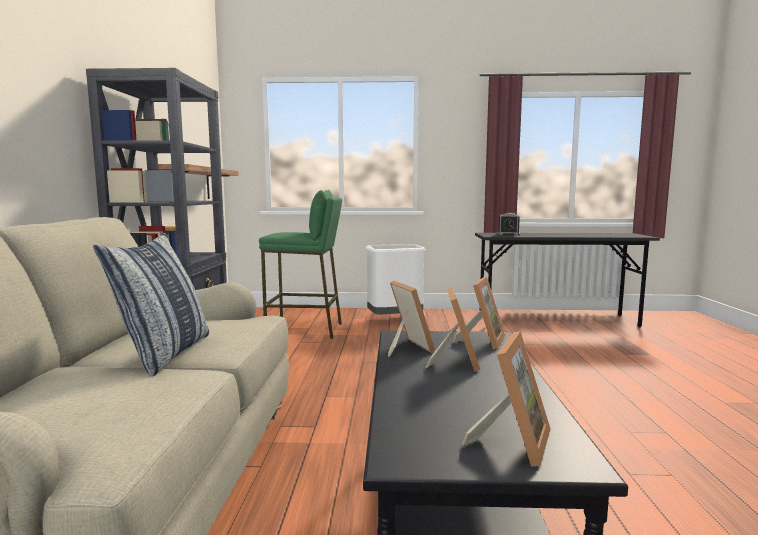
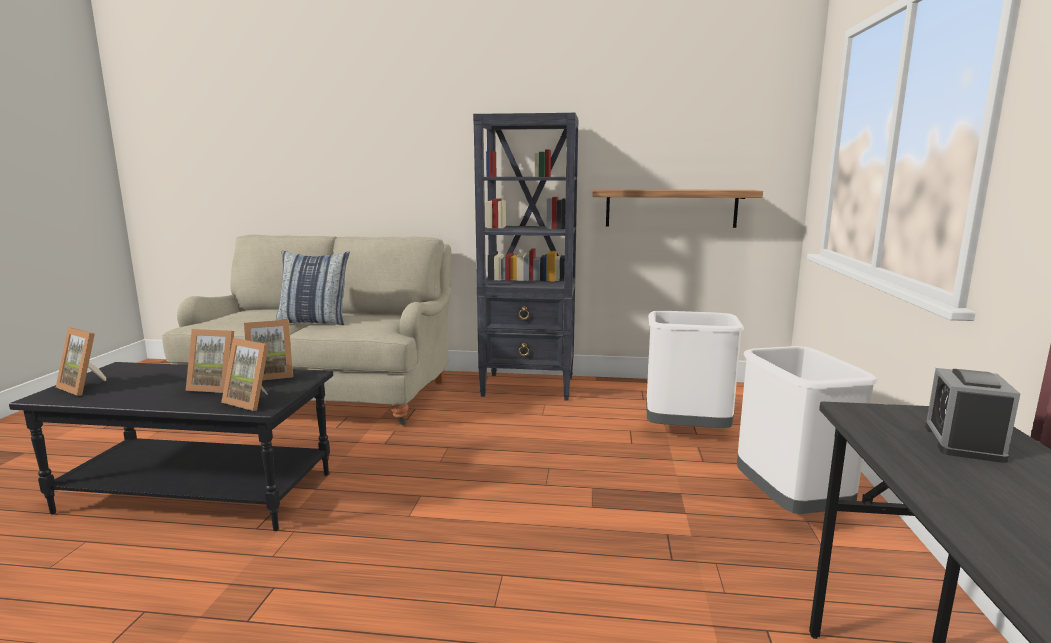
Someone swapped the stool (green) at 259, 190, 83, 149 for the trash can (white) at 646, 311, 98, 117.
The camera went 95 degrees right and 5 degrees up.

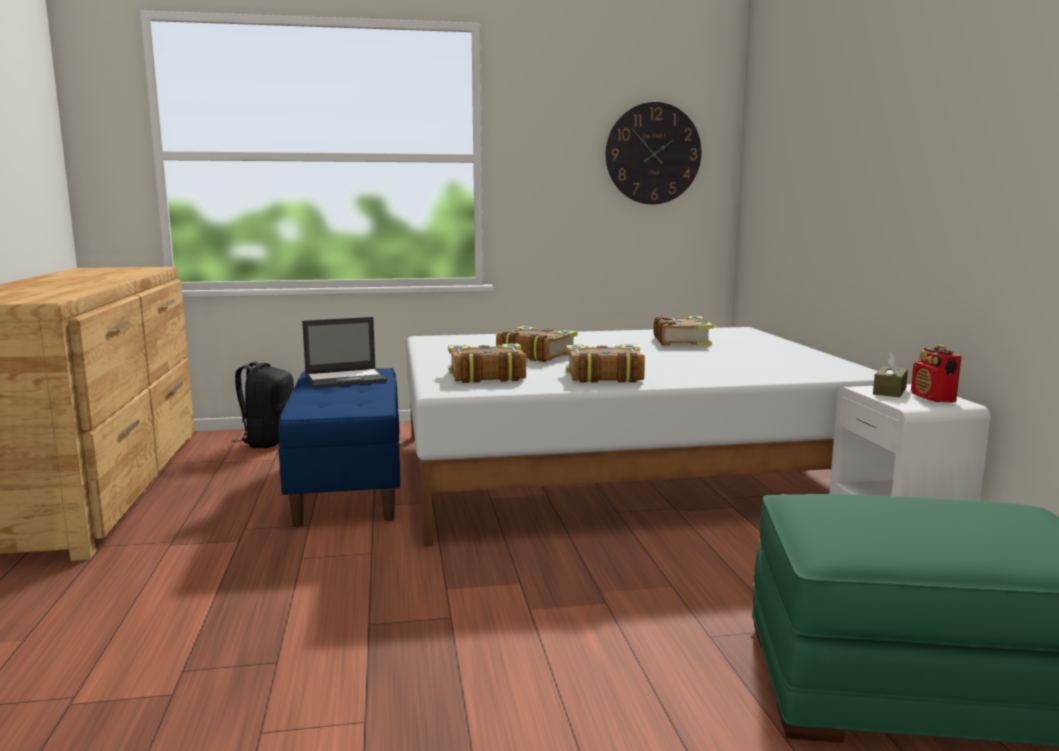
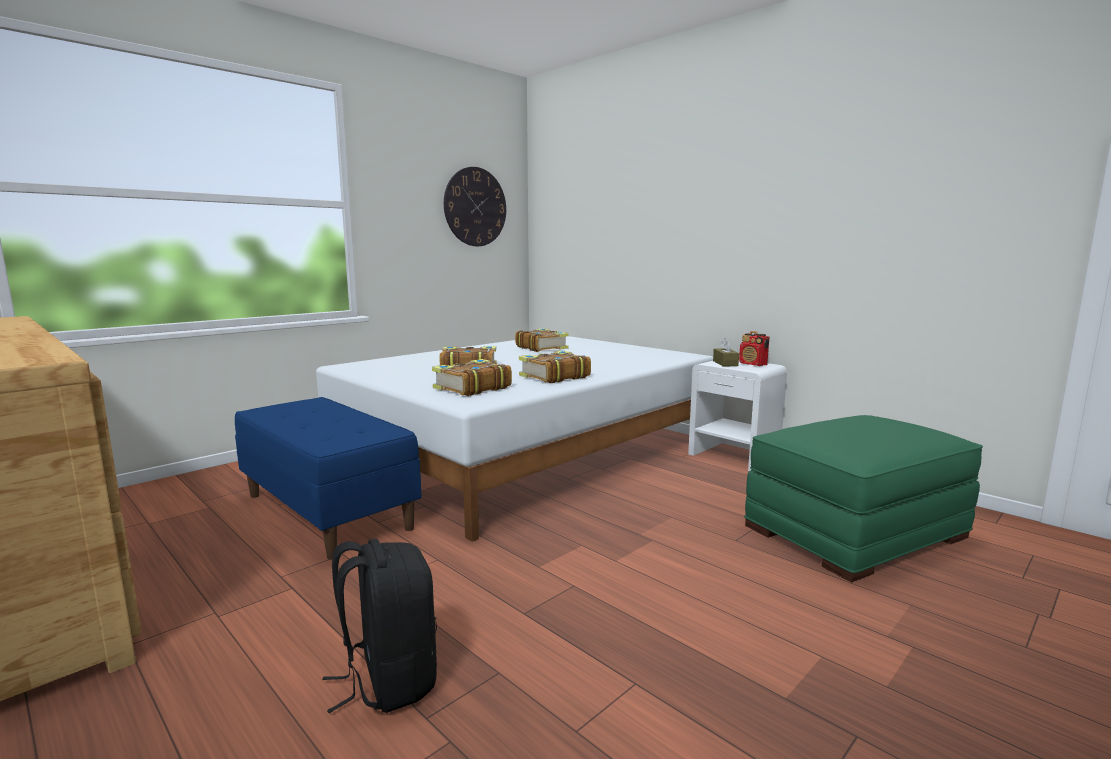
Someone carried the backpack (black) from 232, 362, 62, 86 to 322, 539, 115, 174.
Someone took away the laptop at 302, 317, 85, 71.
The camera went 35 degrees left and 0 degrees up.

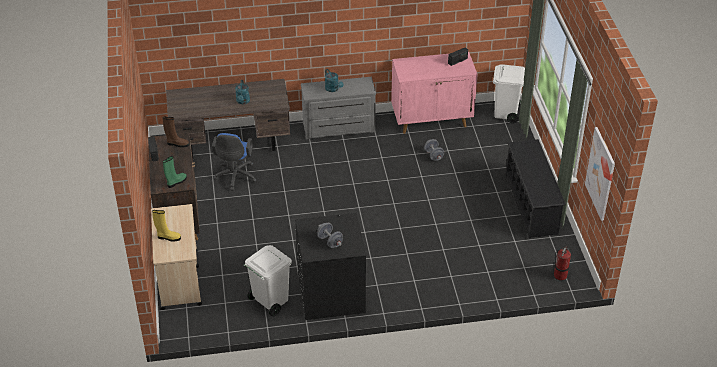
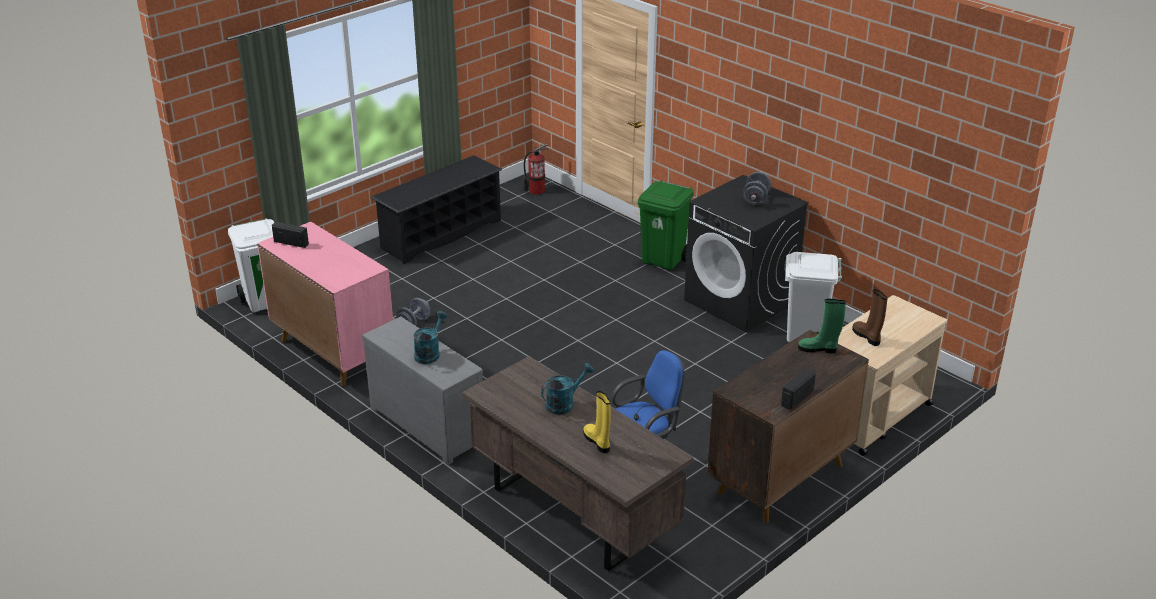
Someone carried the boot (yellow) from 152, 210, 29, 32 to 583, 391, 27, 62.
Someone carried the boot (brown) from 162, 117, 27, 30 to 852, 289, 36, 57.
Someone took away the picture at 585, 127, 30, 94.
Someone put down the trash can (green) at 638, 181, 56, 89.
The camera went 125 degrees left and 10 degrees down.

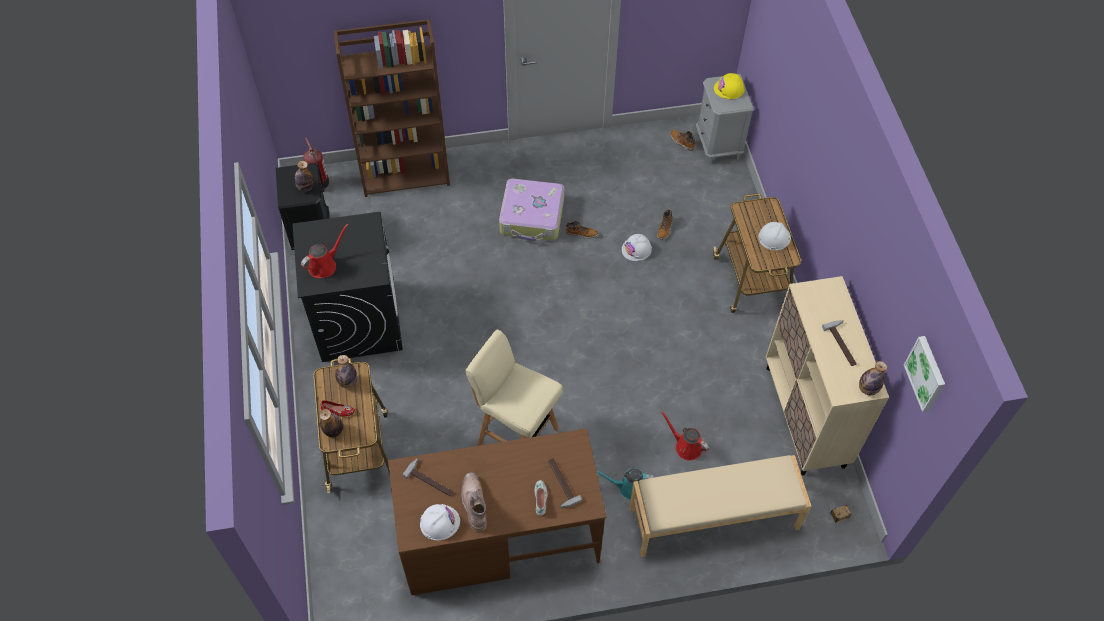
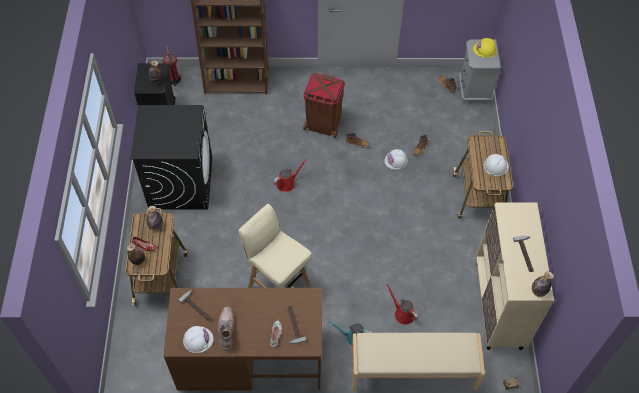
Someone carried the watering can (red) from 301, 224, 47, 54 to 273, 159, 35, 33.
Someone swapped the suitcase at 499, 178, 65, 64 for the trash can (brown) at 303, 73, 42, 65.
Someone took away the picture at 904, 336, 41, 76.
The camera went 10 degrees right and 0 degrees up.

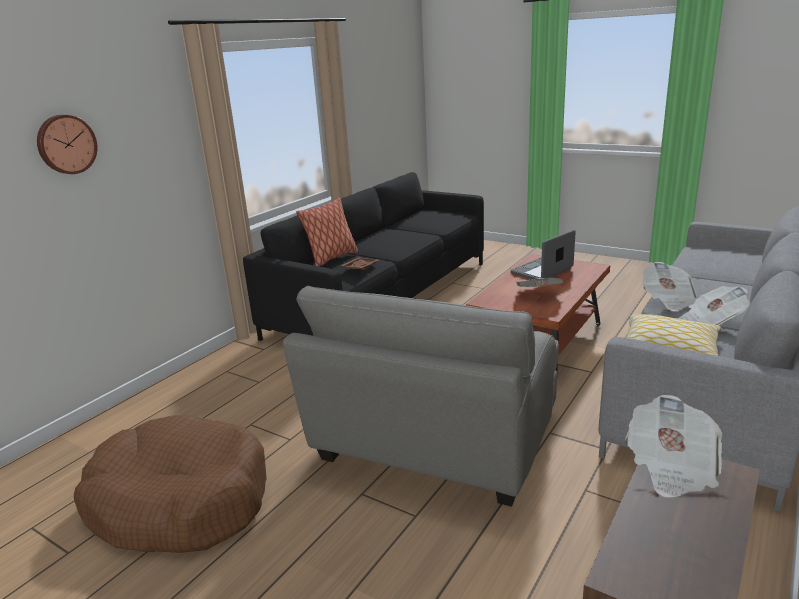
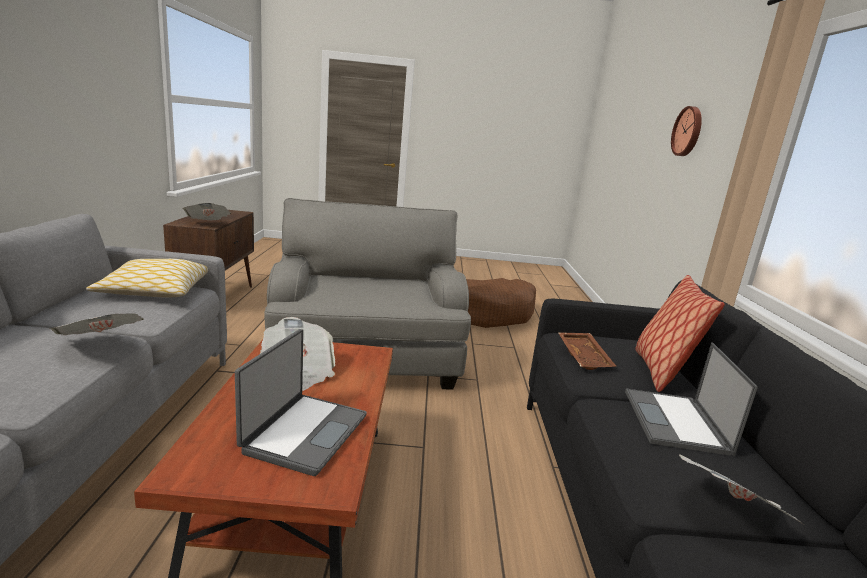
Someone carried the newspaper from 678, 286, 72, 39 to 679, 454, 124, 70.
Someone put down the laptop at 625, 342, 133, 114.
The camera went 145 degrees right and 5 degrees down.

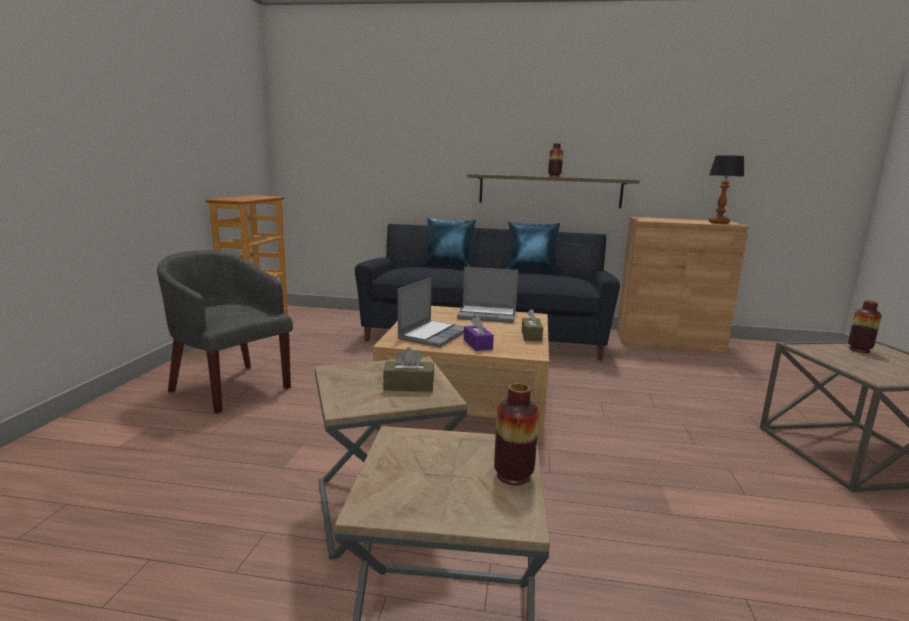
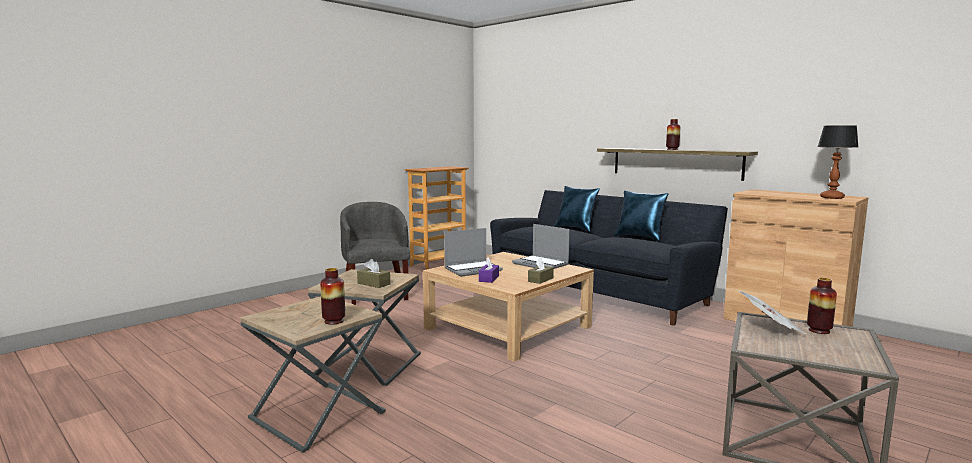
Someone put down the newspaper at 739, 291, 69, 44.
The camera went 35 degrees right and 5 degrees down.

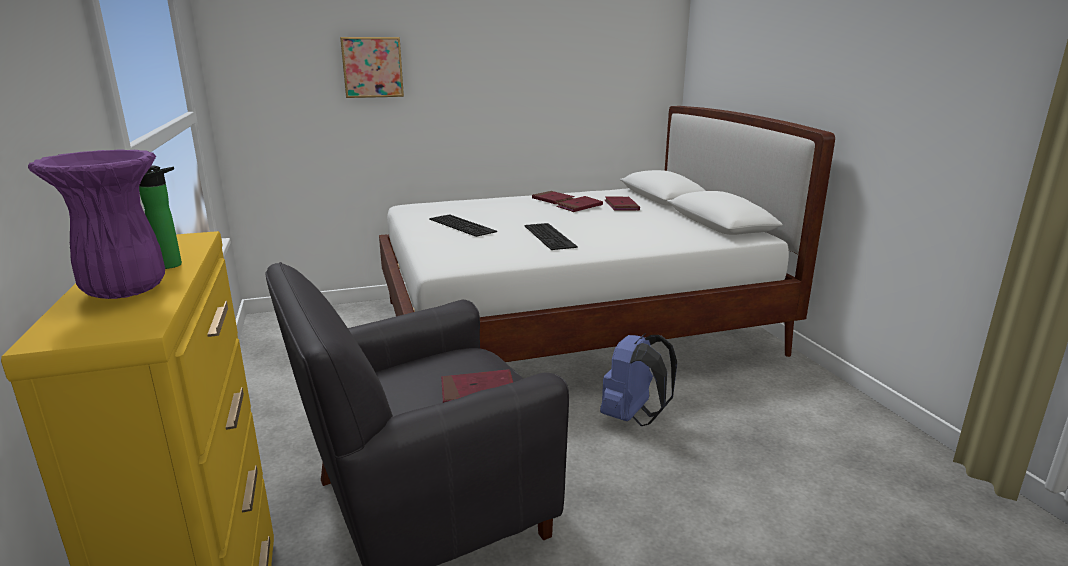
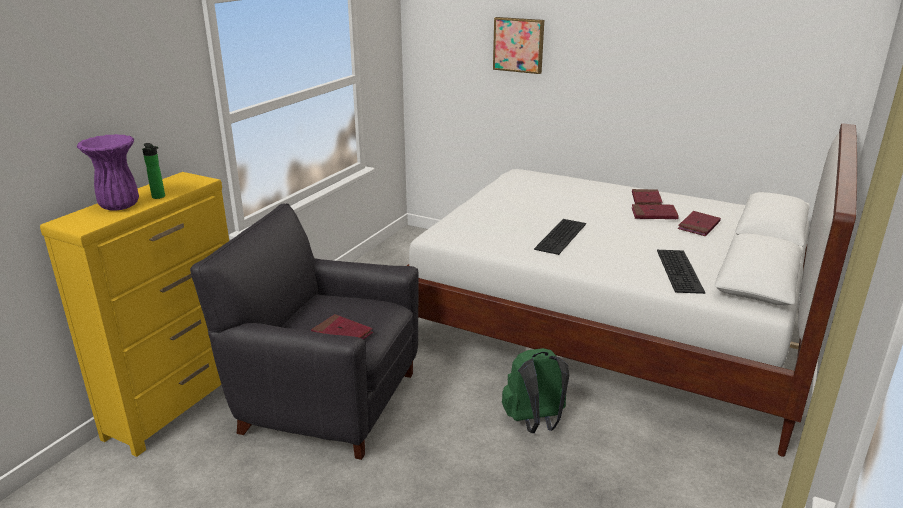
Someone carried the keyboard from 429, 214, 68, 23 to 657, 250, 48, 44.
Someone repainted the backpack (blue) at 600, 333, 77, 93, which became the backpack (green) at 502, 348, 67, 85.
The camera went 45 degrees right and 5 degrees up.

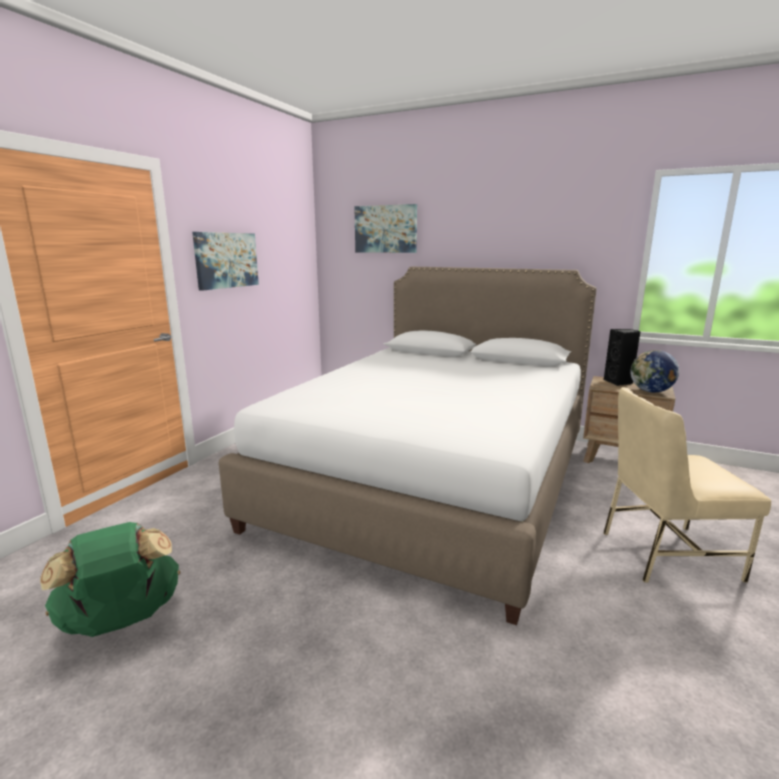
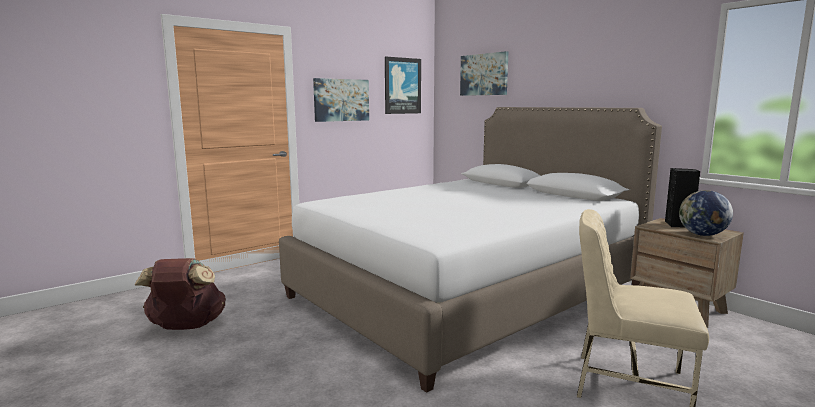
Someone repainted the backpack (green) at 40, 522, 140, 115, which became the backpack (brown) at 135, 258, 91, 72.
Someone put up the picture at 385, 56, 36, 58.
The camera went 25 degrees right and 5 degrees down.

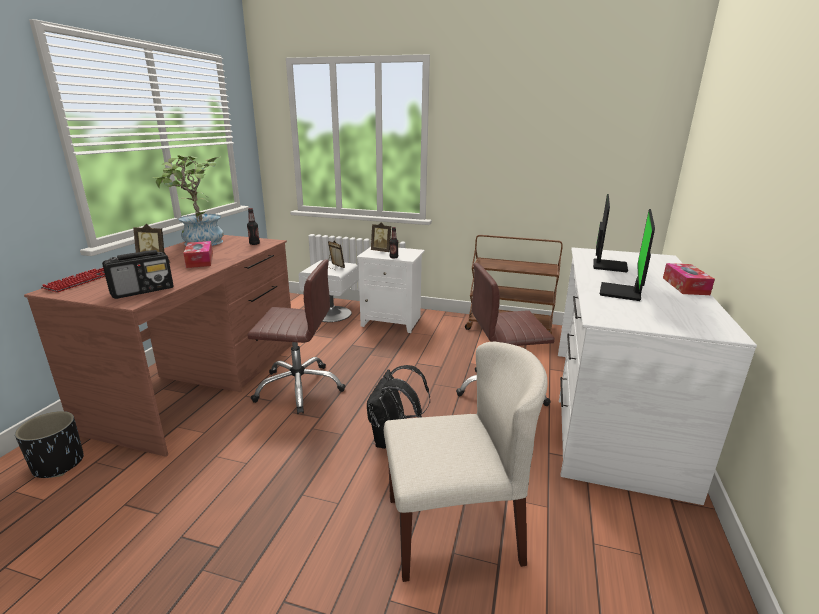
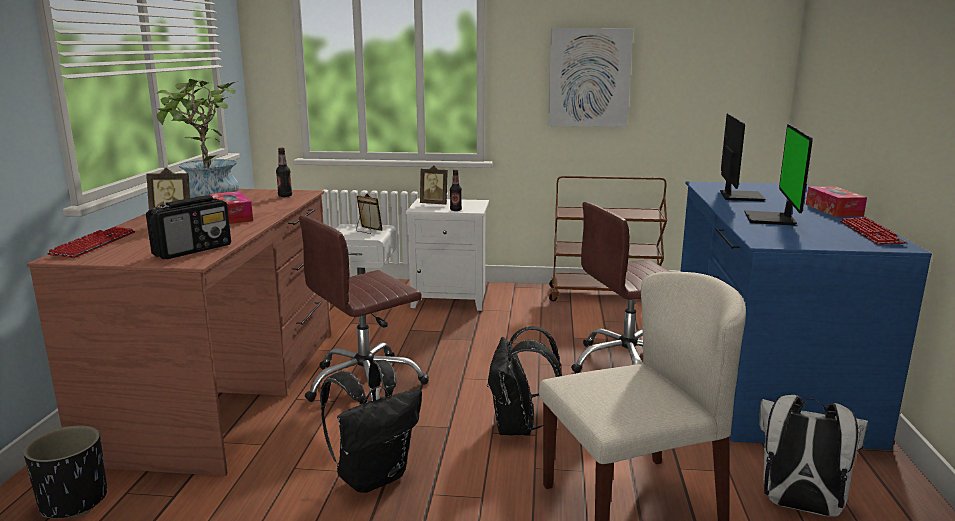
Someone rotated the office chair (brown) at 247, 259, 99, 155 by 150 degrees clockwise.
Someone repainted the desk (white) at 558, 247, 199, 258, which became the desk (blue) at 680, 182, 252, 268.
Someone put down the backpack (black) at 320, 360, 102, 133.
Someone put up the picture at 548, 28, 85, 99.
Someone put down the backpack (white) at 759, 395, 109, 121.
Someone put down the keyboard at 840, 217, 66, 28.
The camera went 10 degrees left and 5 degrees down.

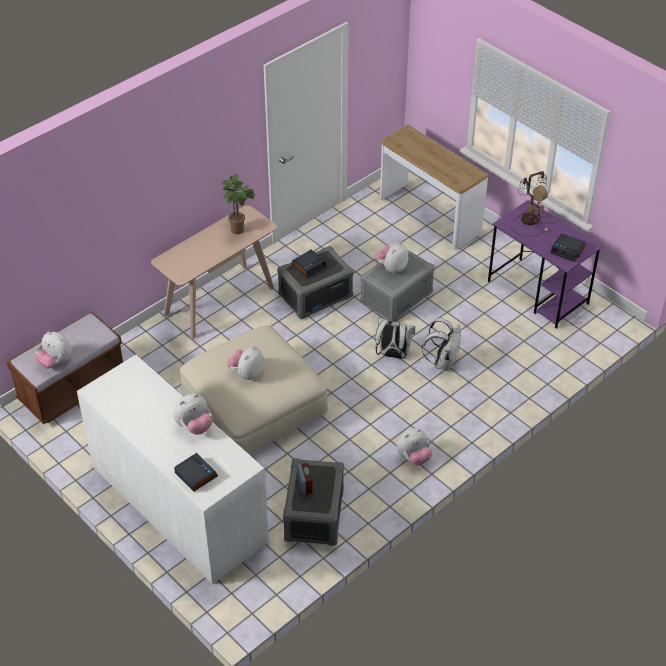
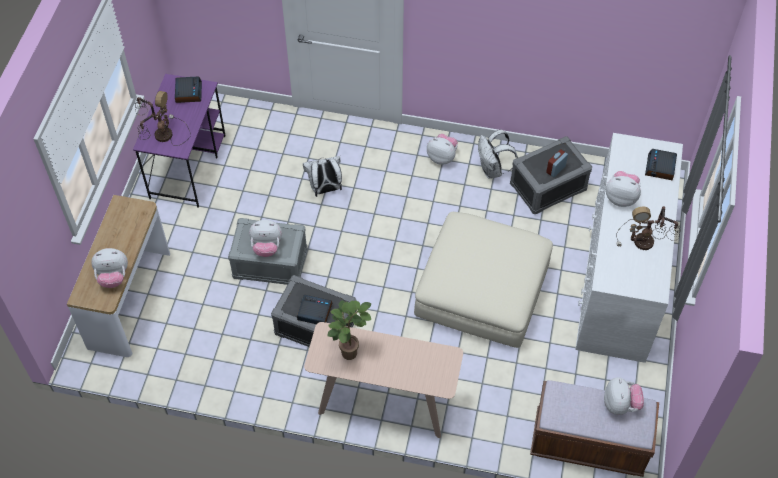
Someone carried the plush toy from 227, 346, 37, 34 to 91, 248, 37, 40.
Someone carried the backpack (white) from 375, 318, 40, 41 to 478, 130, 40, 49.
Someone put down the table lamp at 616, 206, 65, 44.
The camera went 125 degrees left and 10 degrees up.

